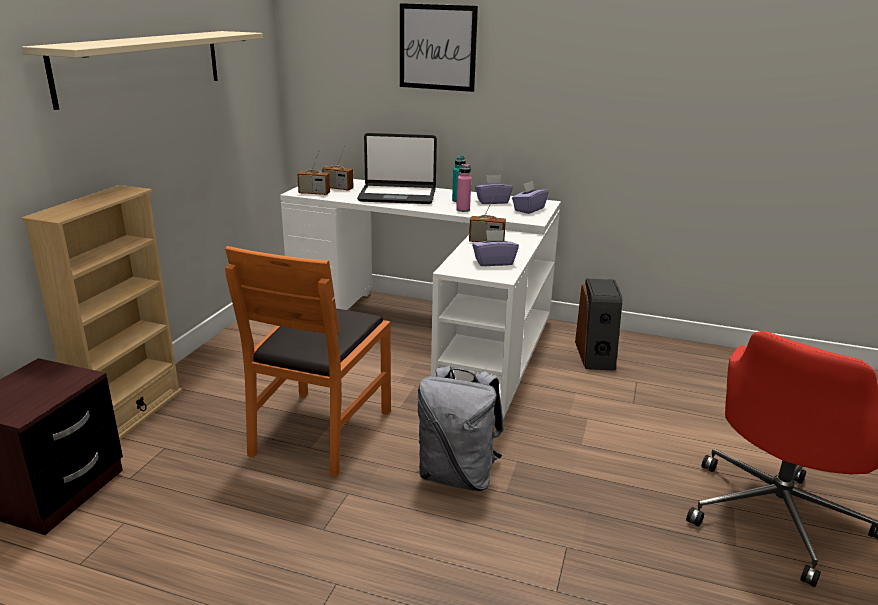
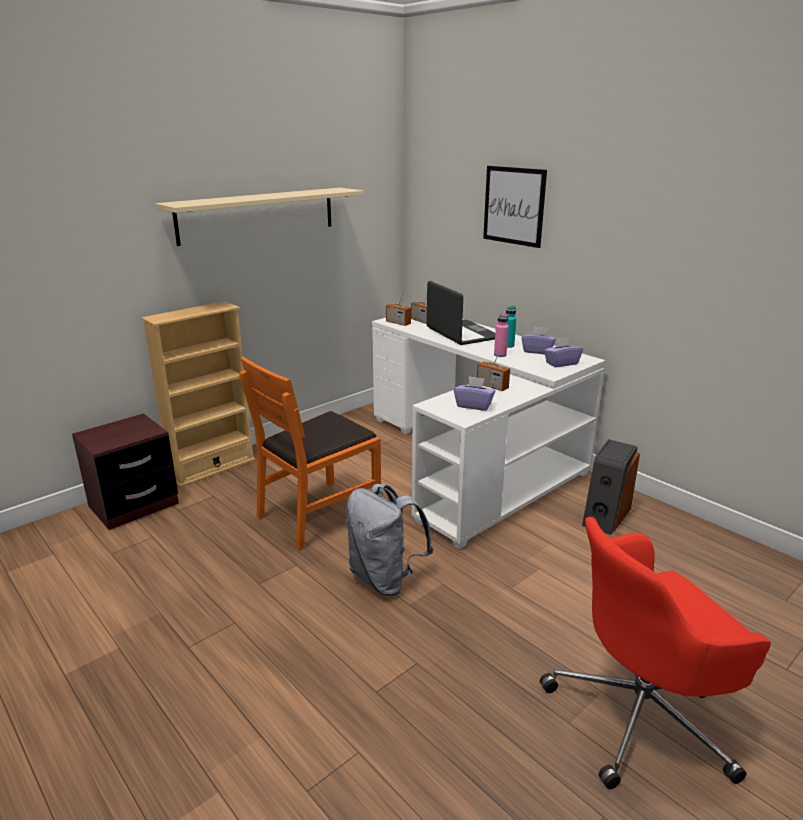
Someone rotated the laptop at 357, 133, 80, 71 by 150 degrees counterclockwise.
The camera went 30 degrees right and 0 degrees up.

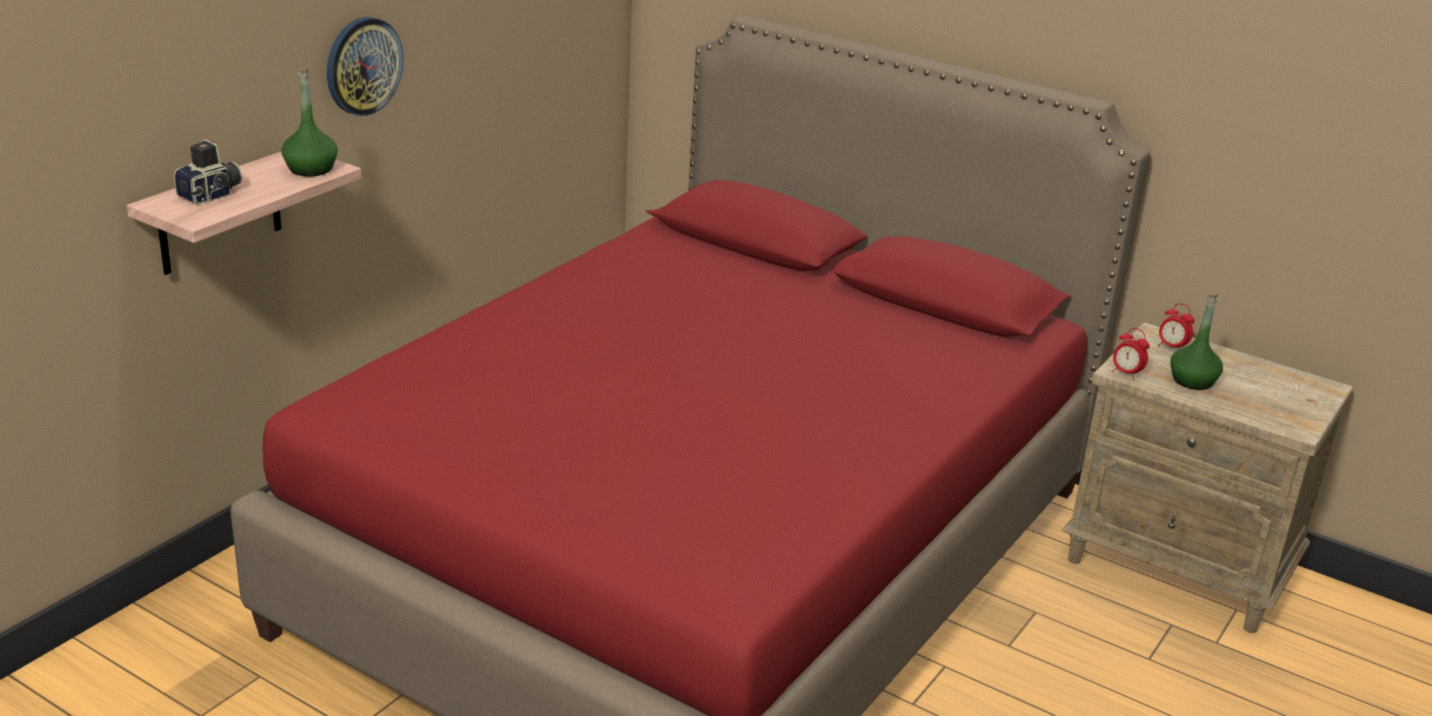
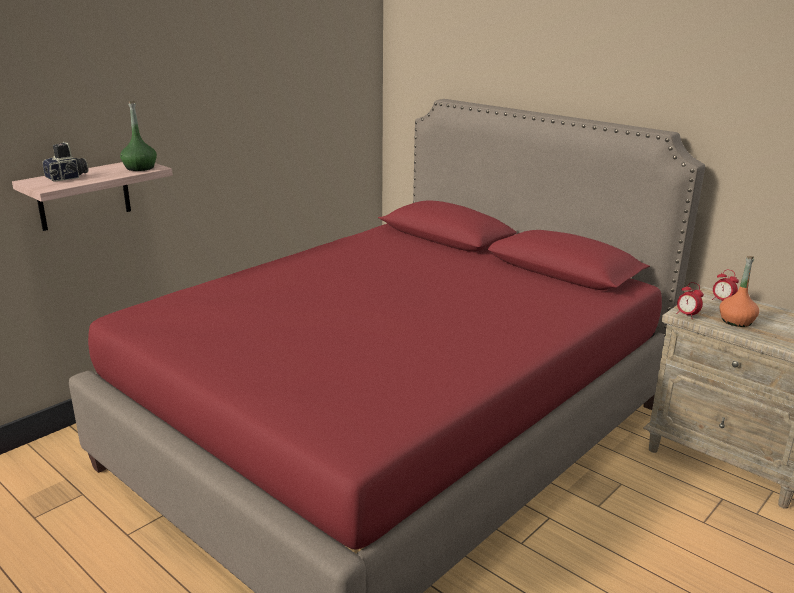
Someone took away the wall clock at 327, 17, 77, 99.
Someone repainted the bottle (green) at 1170, 293, 53, 97, which became the bottle (orange) at 719, 256, 40, 71.
The camera went 10 degrees right and 5 degrees down.

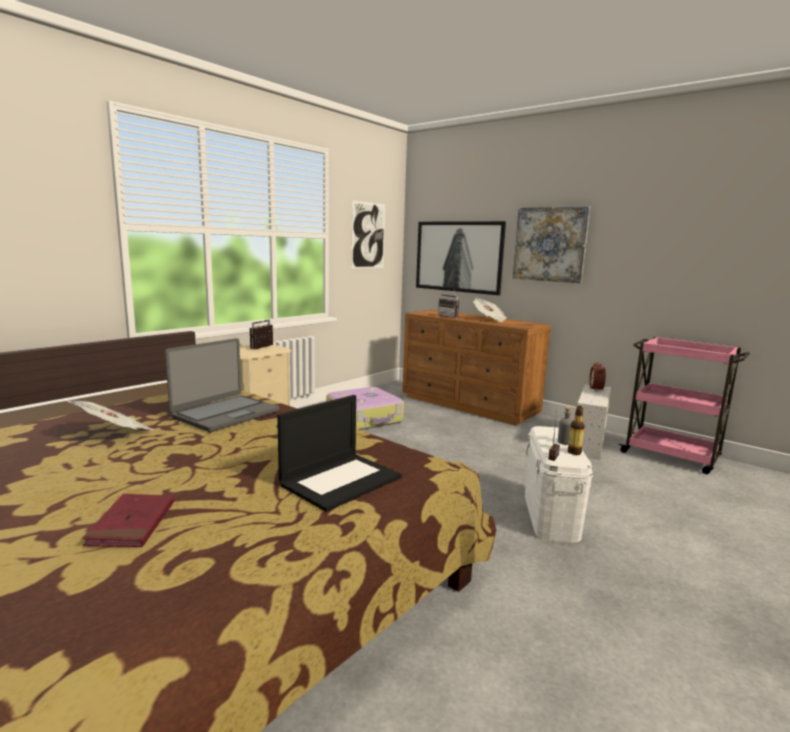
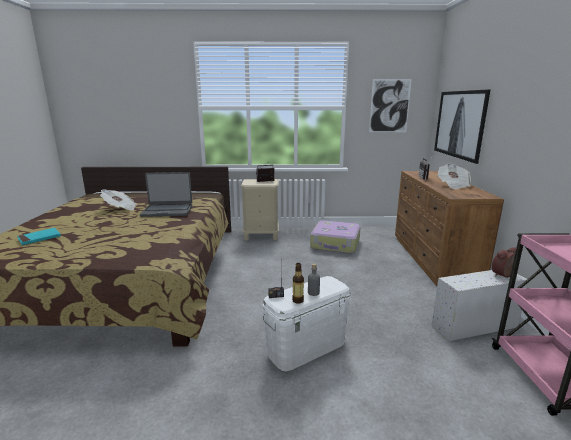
Someone repainted the book (red) at 82, 494, 92, 53, which became the book (turquoise) at 17, 228, 44, 17.
Someone took away the laptop at 277, 395, 125, 117.
Someone took away the picture at 513, 206, 77, 77.
The camera went 50 degrees right and 5 degrees up.

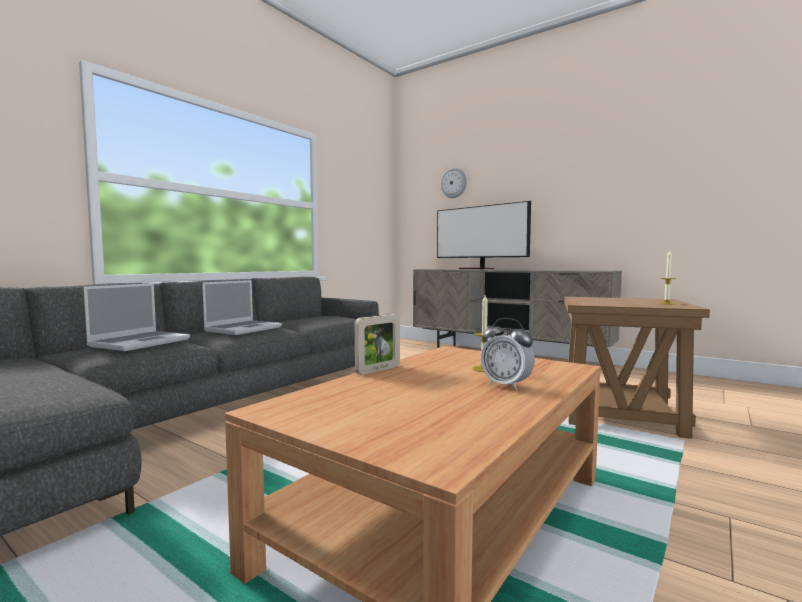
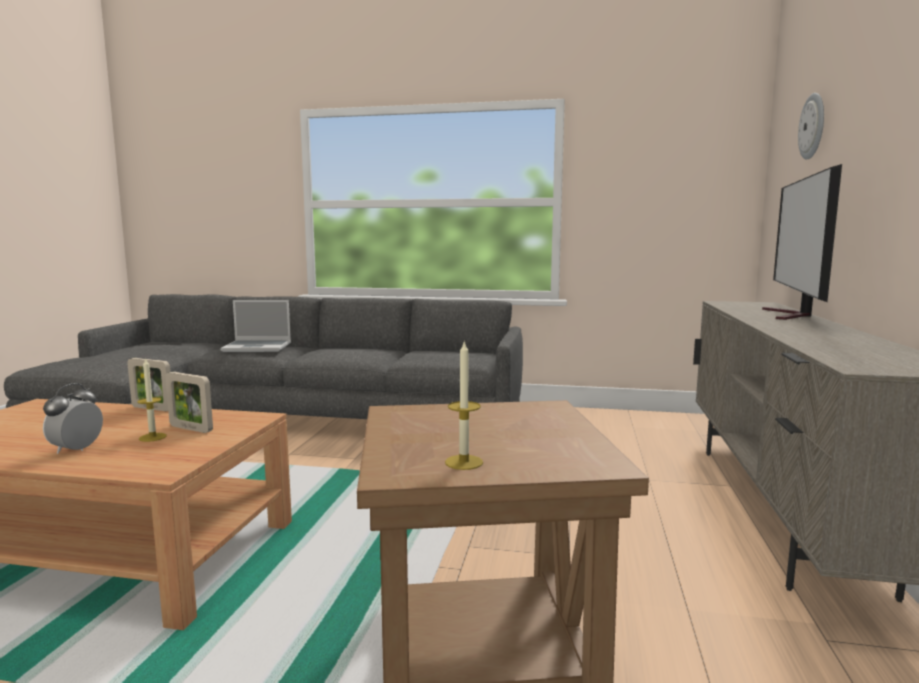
Someone took away the laptop at 202, 280, 80, 55.
Someone put down the picture frame at 166, 372, 47, 61.
The camera went 65 degrees right and 5 degrees up.

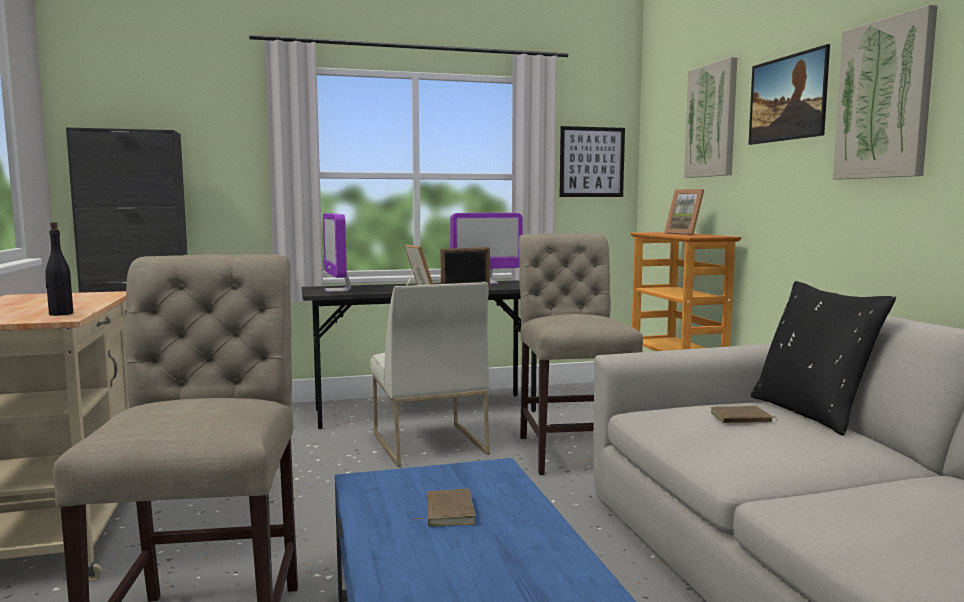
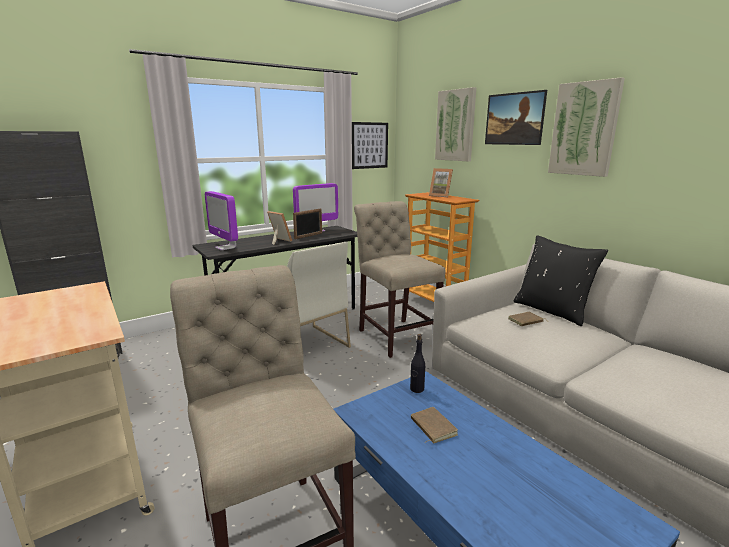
Someone carried the bottle (black) from 45, 222, 28, 94 to 410, 334, 15, 59.
The camera went 20 degrees left and 10 degrees up.

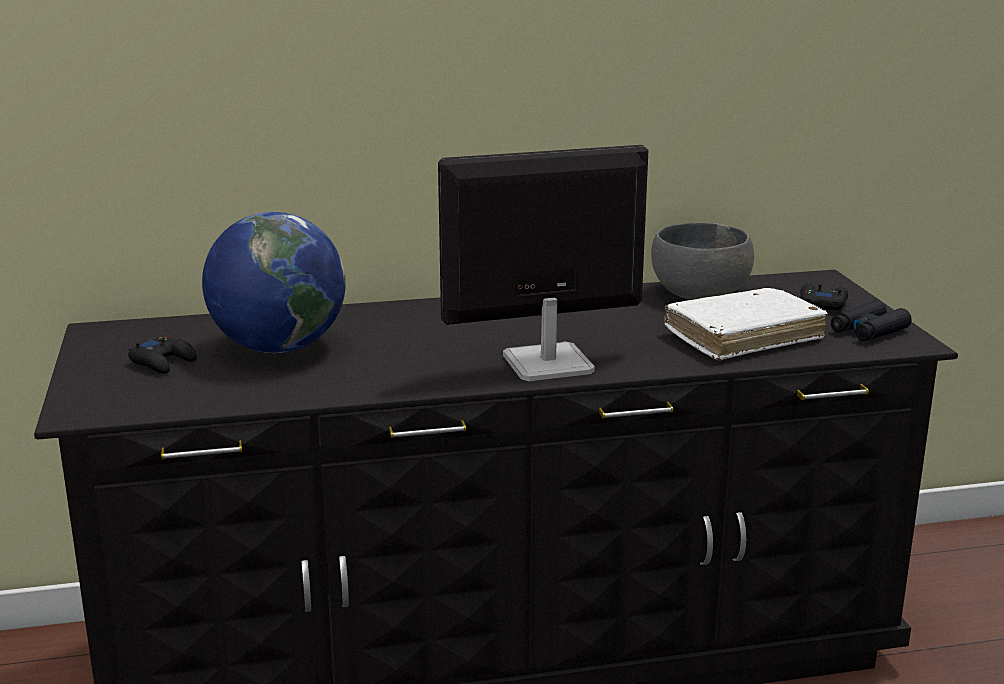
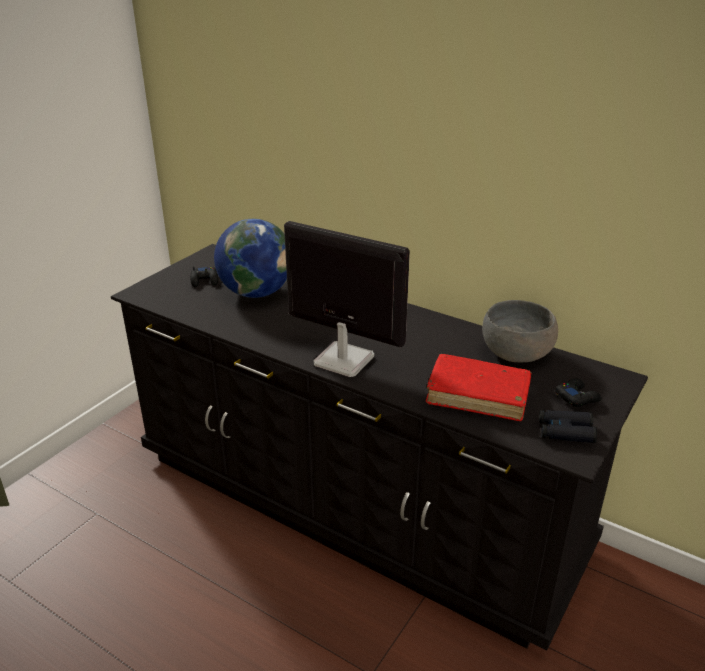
Someone repainted the book (white) at 665, 288, 163, 72, which became the book (red) at 426, 354, 105, 67.
The camera went 45 degrees right and 10 degrees up.

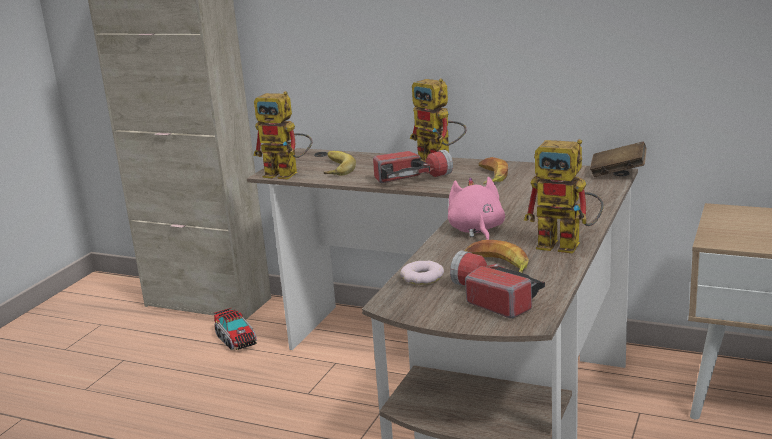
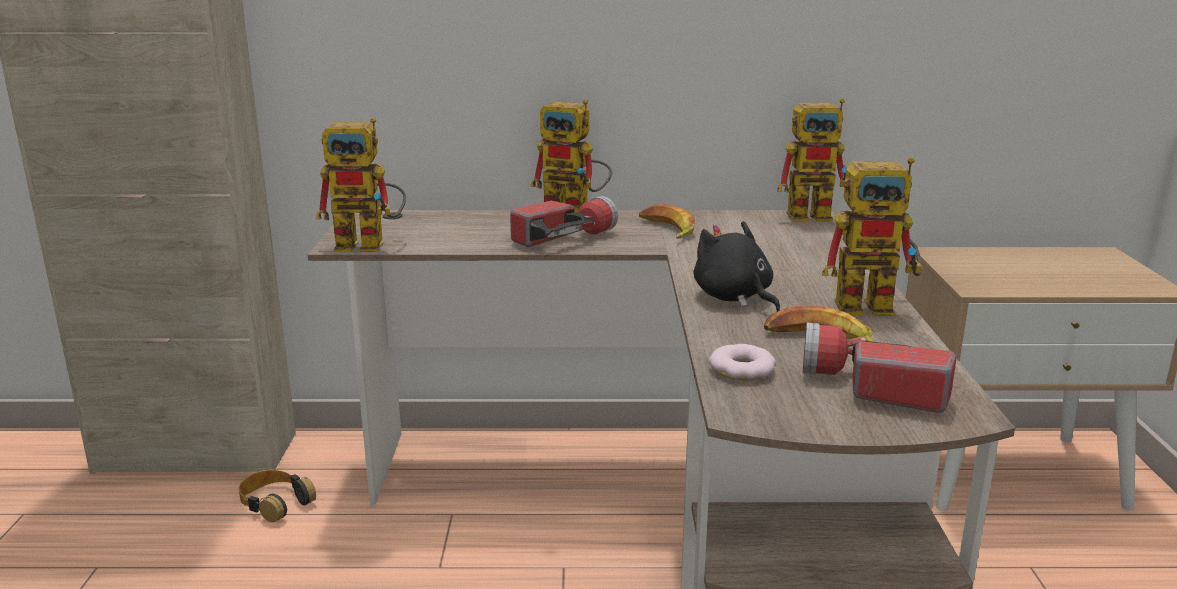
Someone swapped the toy truck at 214, 308, 43, 42 for the headphones at 238, 470, 78, 52.
Someone took away the banana at 324, 151, 32, 25.
Someone repainted the plush toy (pink) at 448, 177, 57, 63, which became the plush toy (black) at 694, 221, 86, 91.
Someone swapped the book (brown) at 590, 141, 56, 36 for the toy robot at 777, 98, 70, 123.
The camera went 25 degrees left and 0 degrees up.

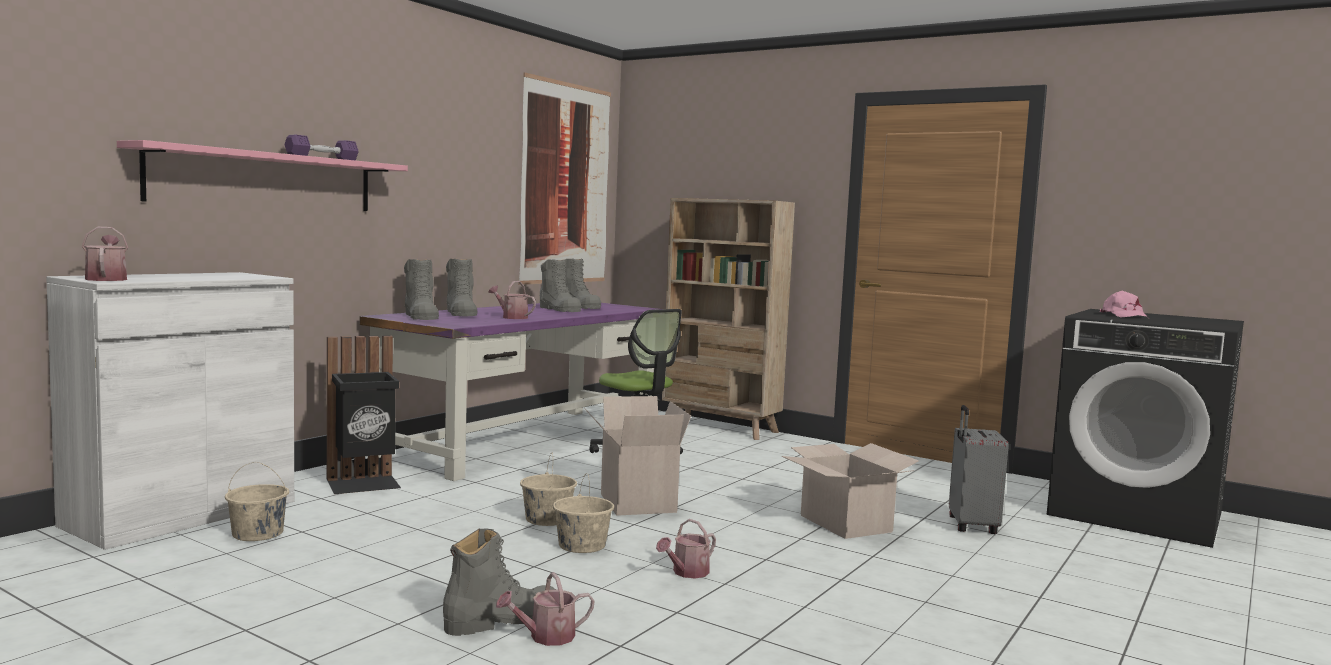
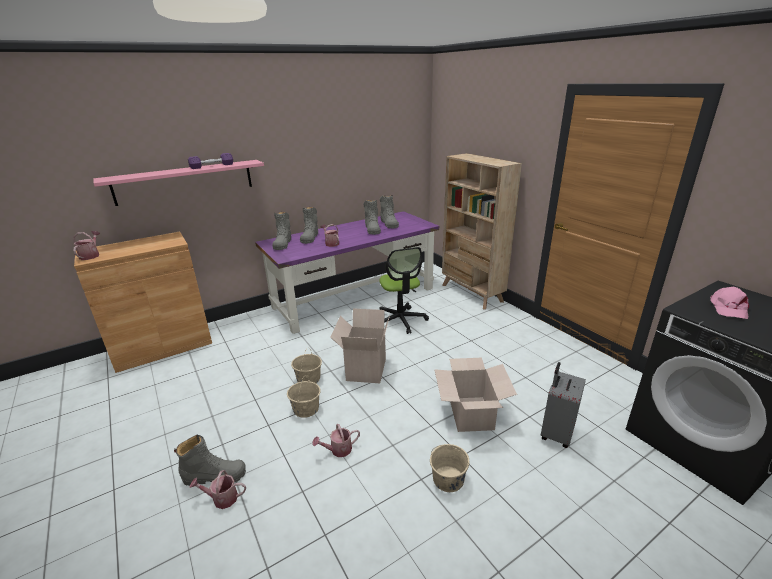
Someone repainted the cabinet (white) at 46, 272, 248, 278, which became the cabinet (brown) at 74, 232, 138, 141.
Someone carried the bucket (beige) from 225, 462, 64, 79 to 430, 444, 40, 48.
Someone took away the trash can (black) at 326, 335, 75, 159.
Someone took away the picture at 518, 73, 93, 212.
The camera went 25 degrees right and 20 degrees up.

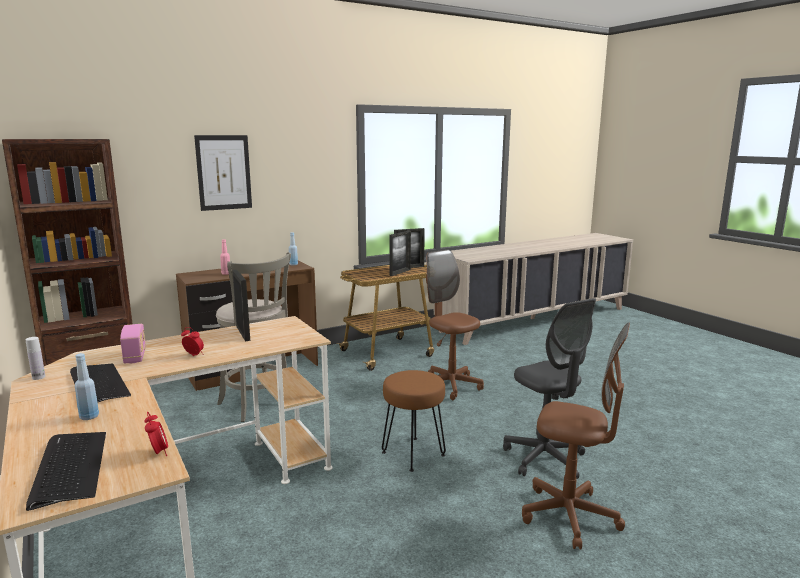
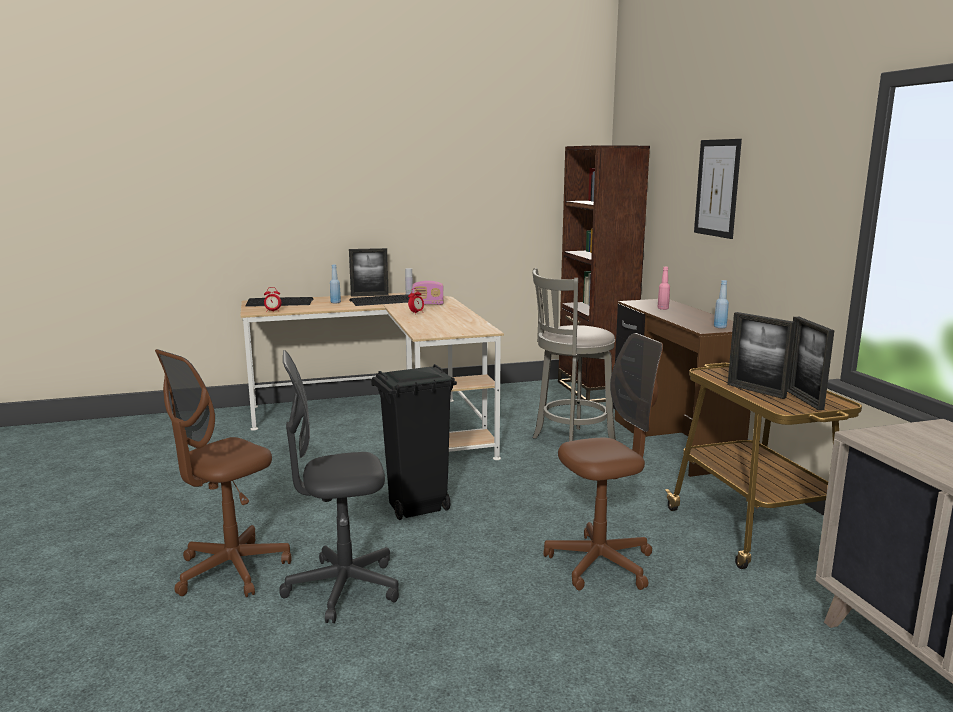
Someone carried the picture frame from 232, 270, 18, 71 to 349, 248, 40, 49.
Someone swapped the stool (brown) at 382, 370, 64, 102 for the trash can (black) at 371, 364, 86, 156.
The camera went 105 degrees right and 0 degrees up.

